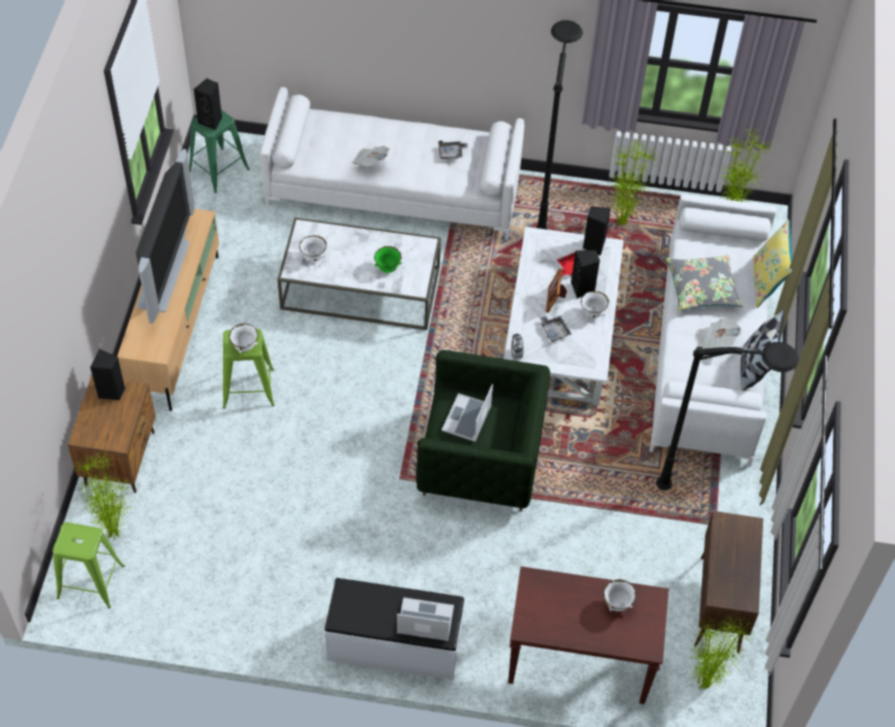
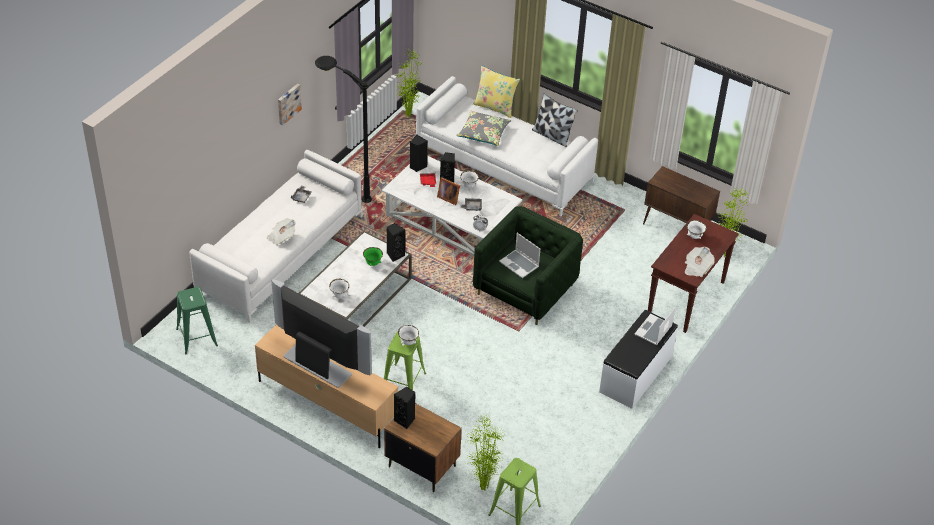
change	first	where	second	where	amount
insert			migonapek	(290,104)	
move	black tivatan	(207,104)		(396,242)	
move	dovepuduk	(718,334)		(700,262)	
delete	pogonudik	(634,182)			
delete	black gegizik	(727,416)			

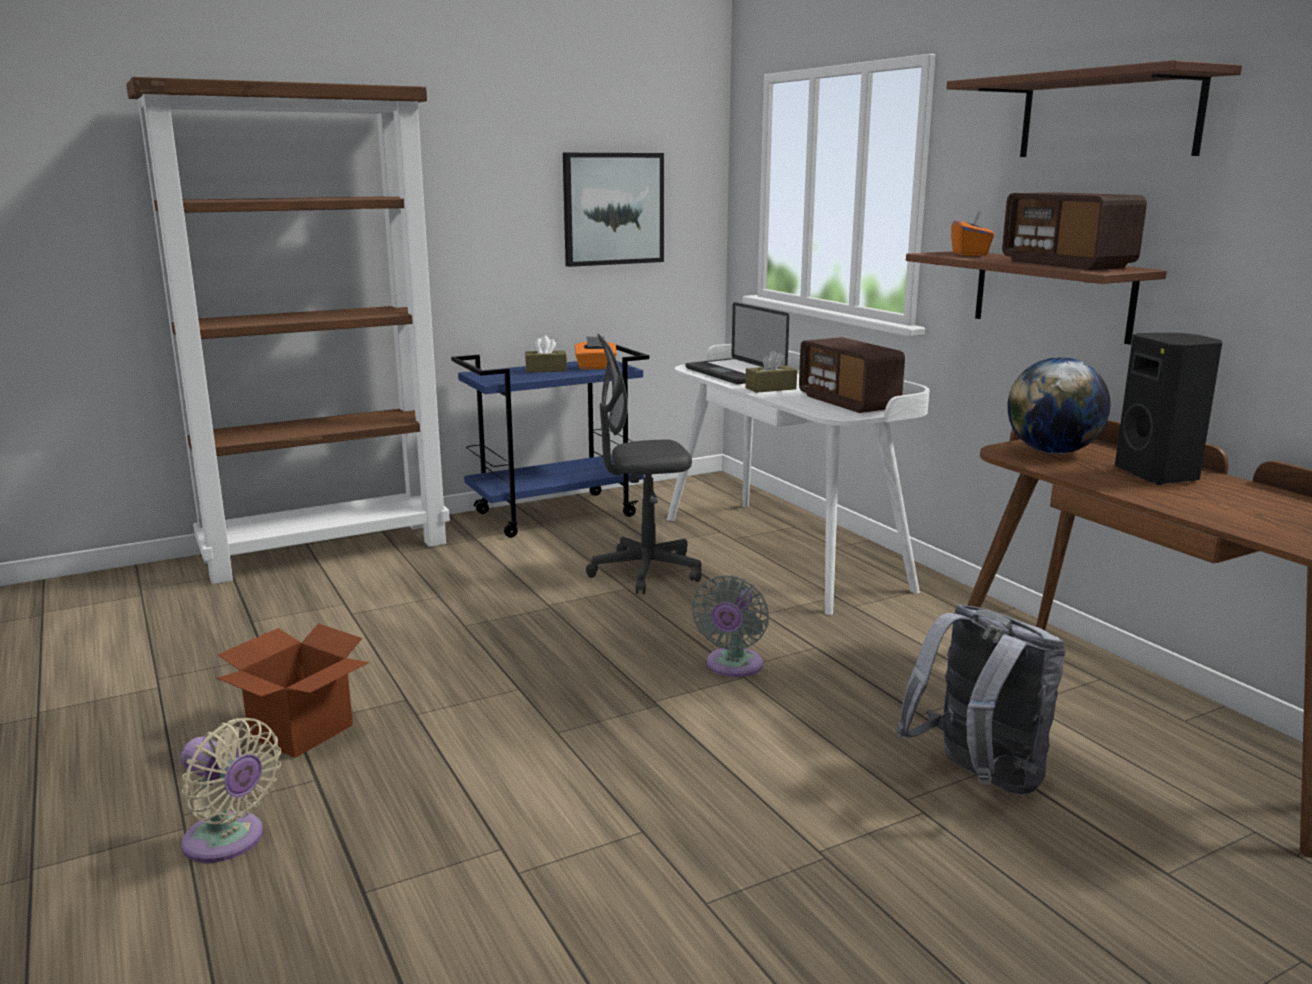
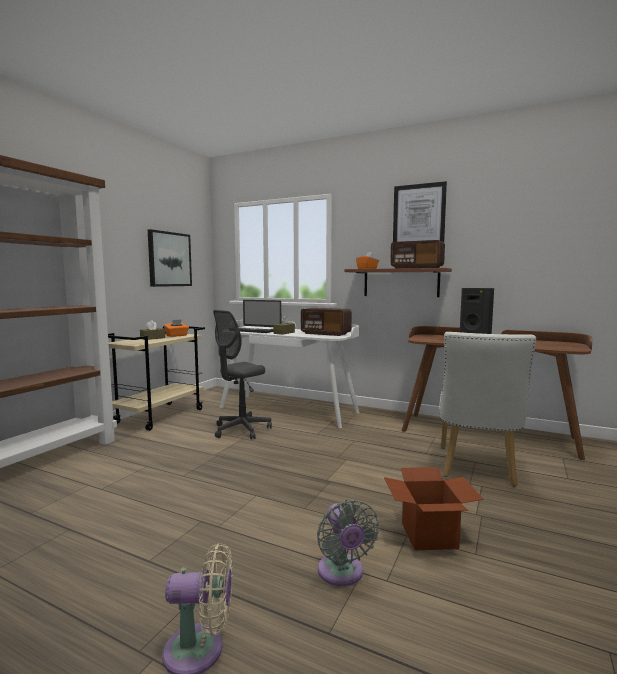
change	first	where	second	where	amount
recolor	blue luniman	(550,441)	beige luniman	(156,378)	
move	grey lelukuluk	(730,626)		(348,543)	
move	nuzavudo	(292,690)		(434,508)	
replace	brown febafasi	(1094,108)	migonapek	(420,211)	
replace	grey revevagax	(981,699)	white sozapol	(488,409)	
delete	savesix	(1059,405)			

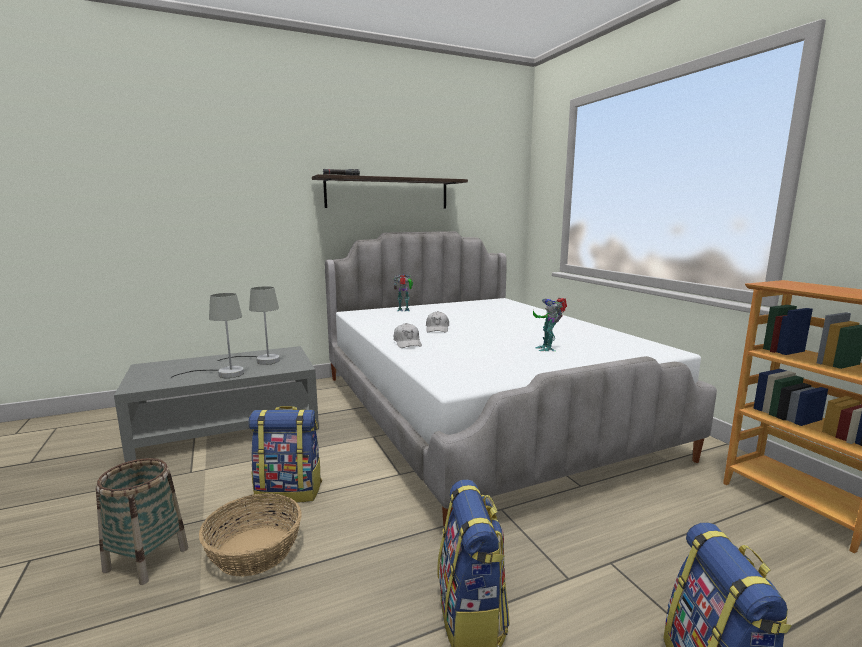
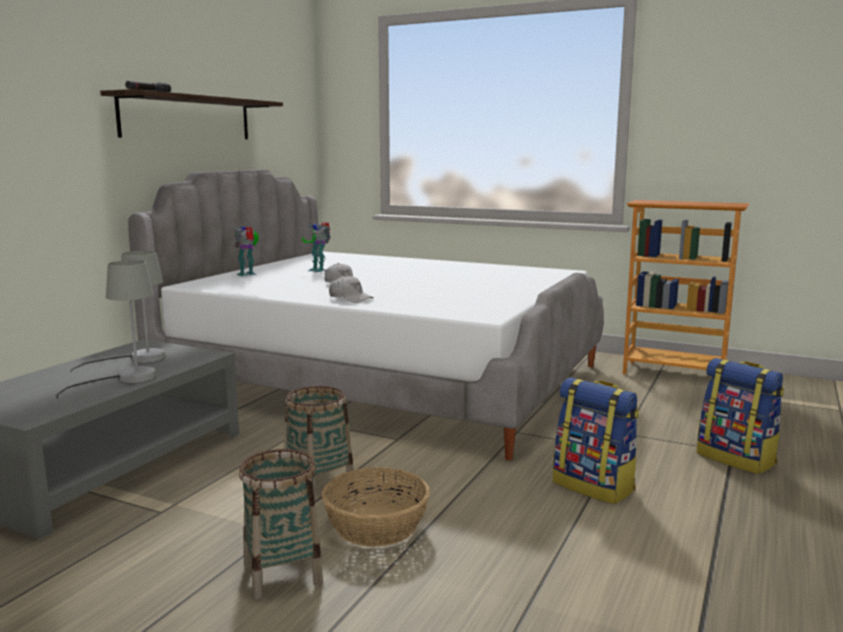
change	first	where	second	where	amount
replace	revevagax	(285,454)	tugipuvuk	(319,443)	
move	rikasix	(550,324)		(316,247)	

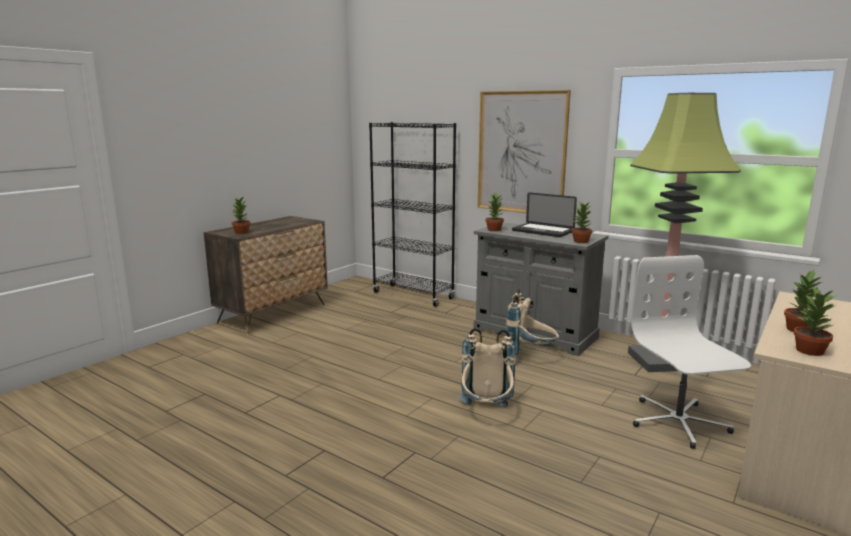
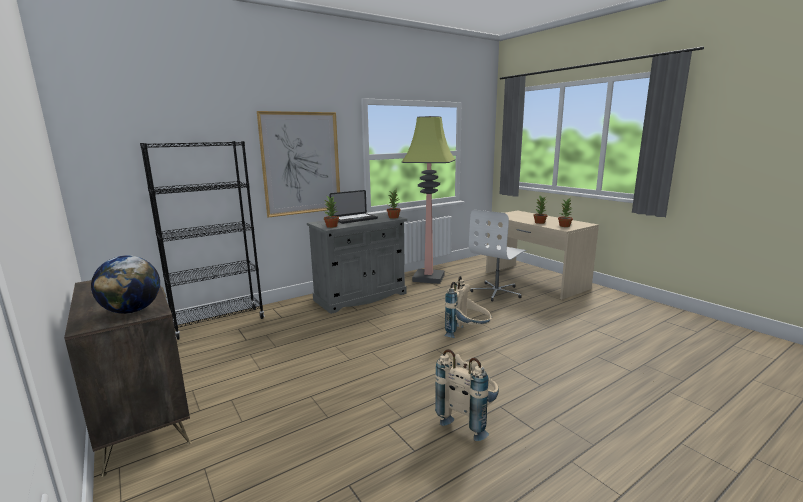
change	first	where	second	where	amount
replace	pogonudik	(241,215)	savesix	(125,284)	
move	beige revevagax	(532,325)		(467,395)	
rotate	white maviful	(691,352)		(497,255)	60 degrees counterclockwise

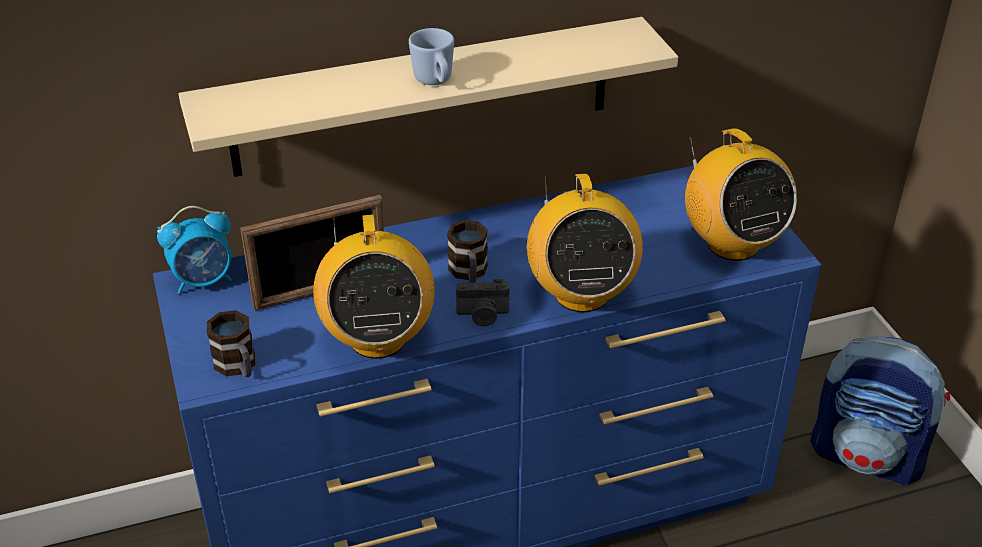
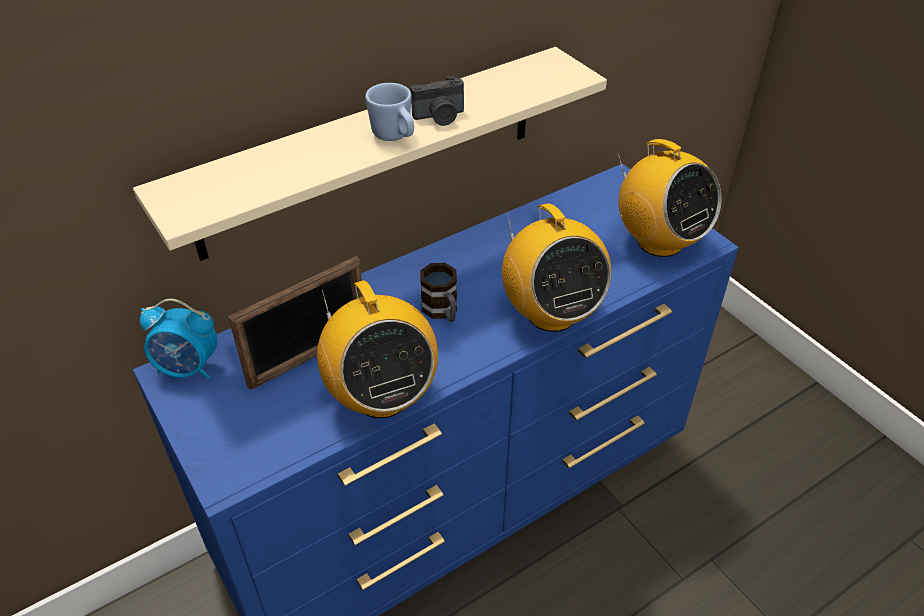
change	first	where	second	where	amount
rotate	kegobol	(194,250)		(178,339)	45 degrees clockwise
move	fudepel	(483,303)		(437,101)	
delete	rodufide	(231,343)			
delete	revevagax	(880,411)			

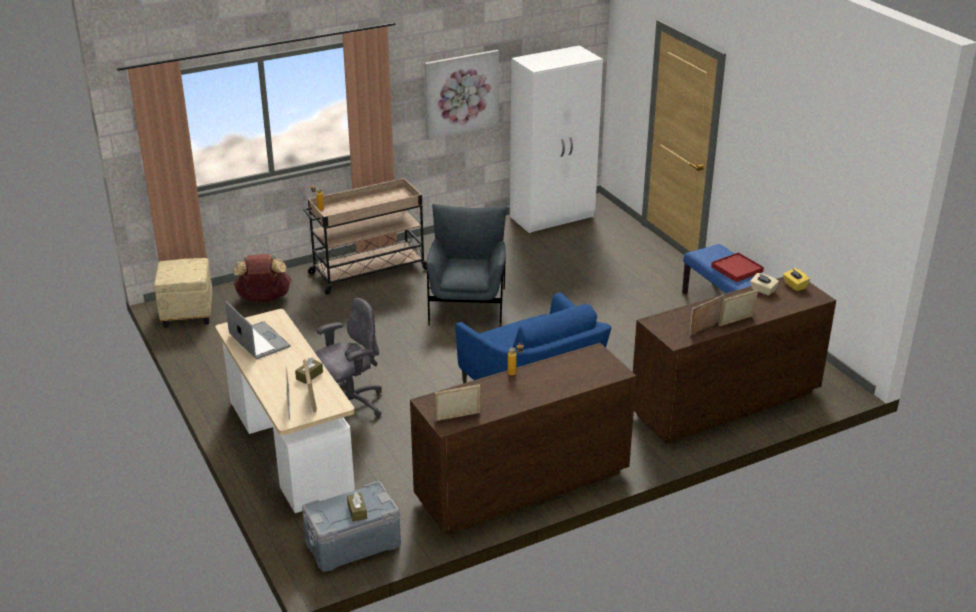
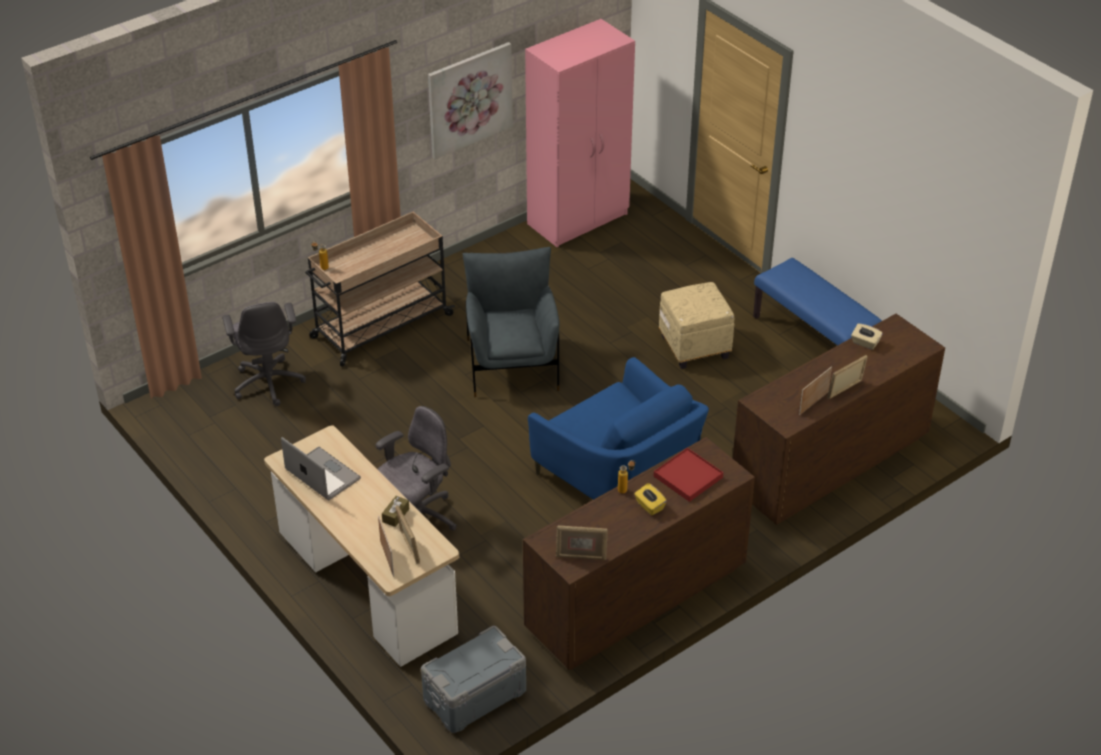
change	first	where	second	where	amount
replace	brown revevagax	(262,278)	grey maviful	(264,354)	
recolor	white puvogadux	(556,139)	pink puvogadux	(580,133)	
rotate	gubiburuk	(457,402)		(582,542)	150 degrees counterclockwise
move	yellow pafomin	(796,279)		(650,499)	
move	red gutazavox	(737,267)		(688,475)	
move	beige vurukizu	(183,293)		(697,325)	
delete	brown pafomin	(357,507)			

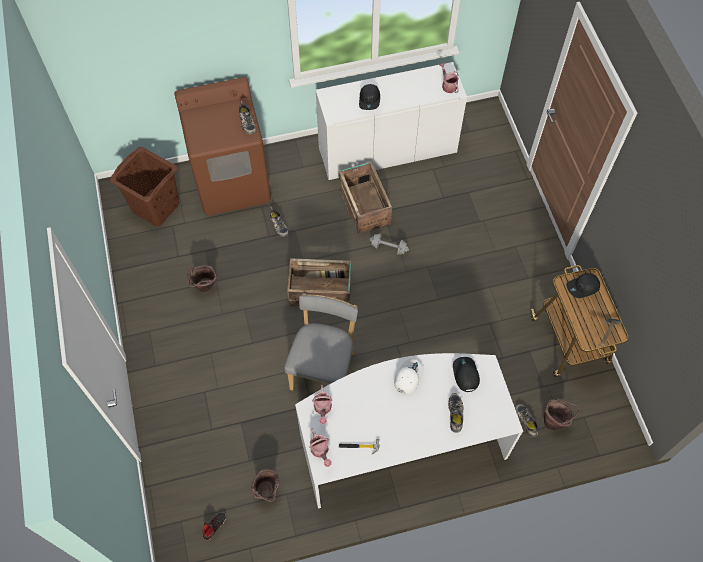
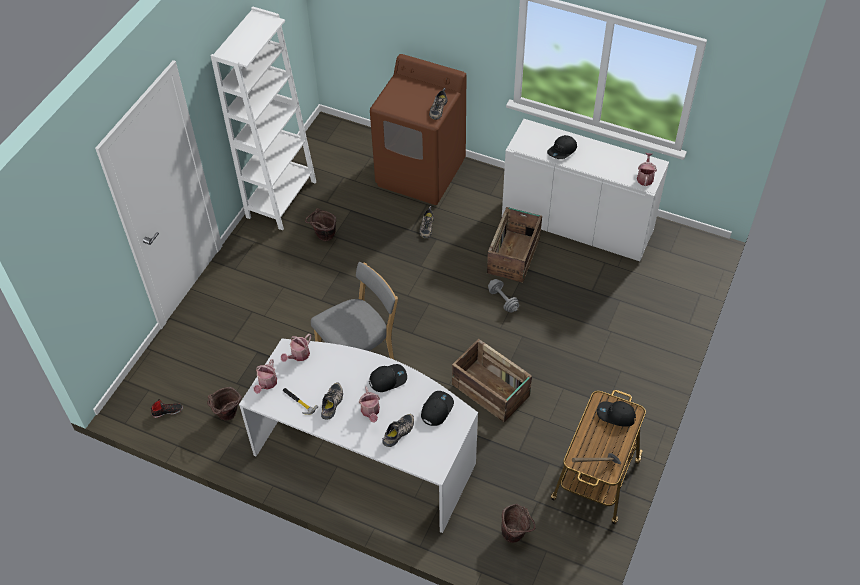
change	first	where	second	where	amount
insert			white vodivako	(263,118)	
move	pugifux	(526,421)		(332,401)	
insert			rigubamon	(369,404)	
recolor	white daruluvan	(409,376)	black daruluvan	(388,378)	
move	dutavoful	(319,282)		(492,380)	
delete	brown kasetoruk	(144,186)			

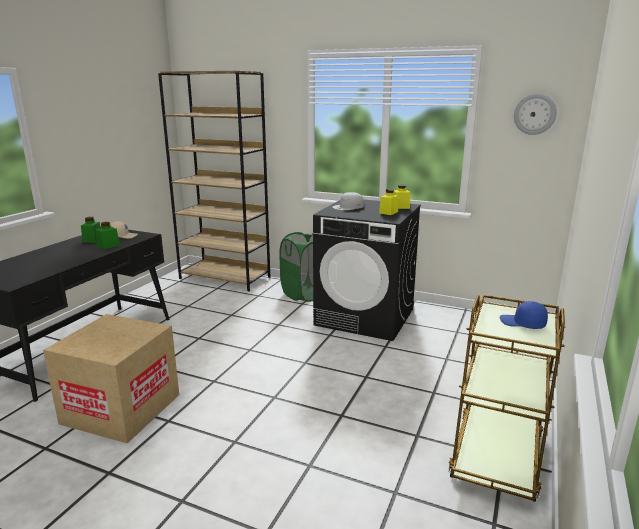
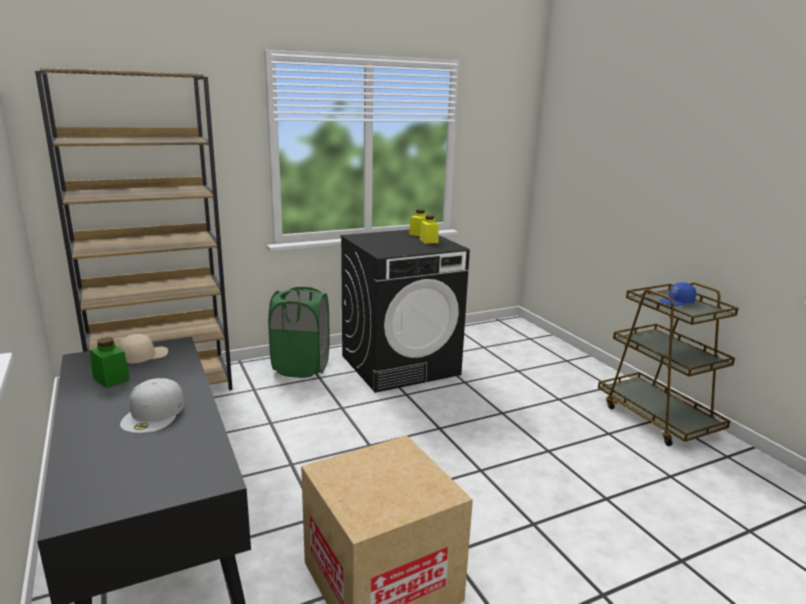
change	first	where	second	where	amount
move	white daruluvan	(348,201)		(152,405)	
delete	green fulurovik	(108,235)			
delete	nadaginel	(535,114)			

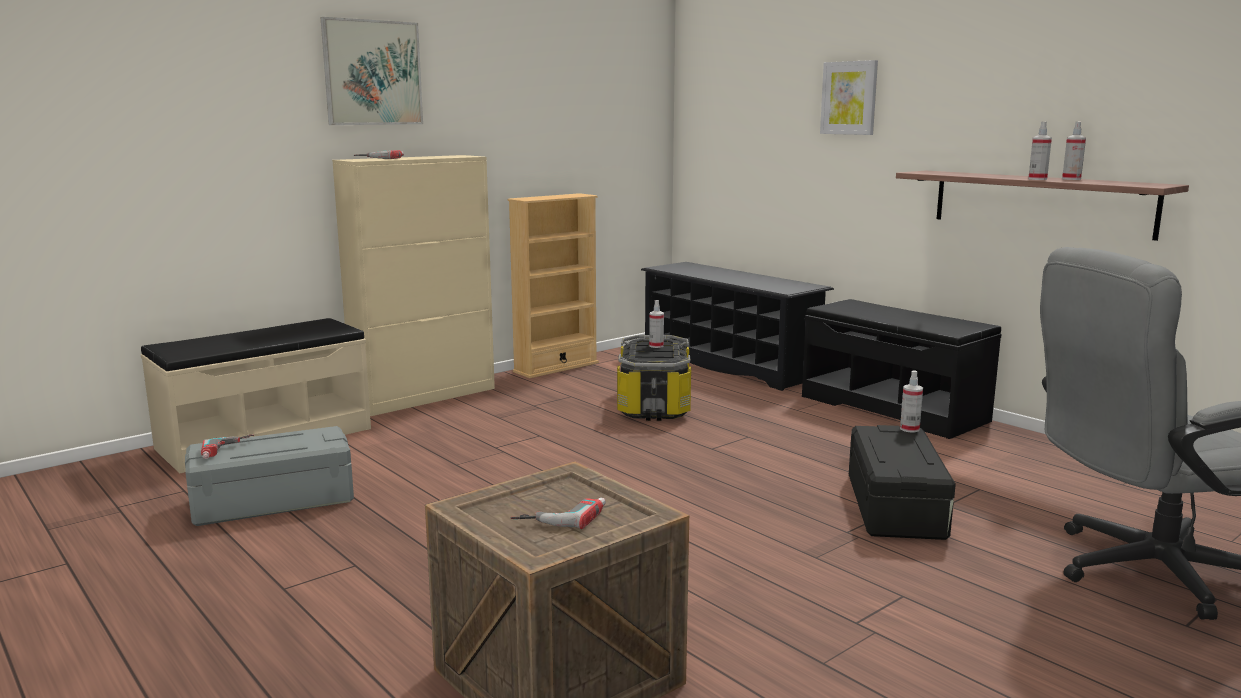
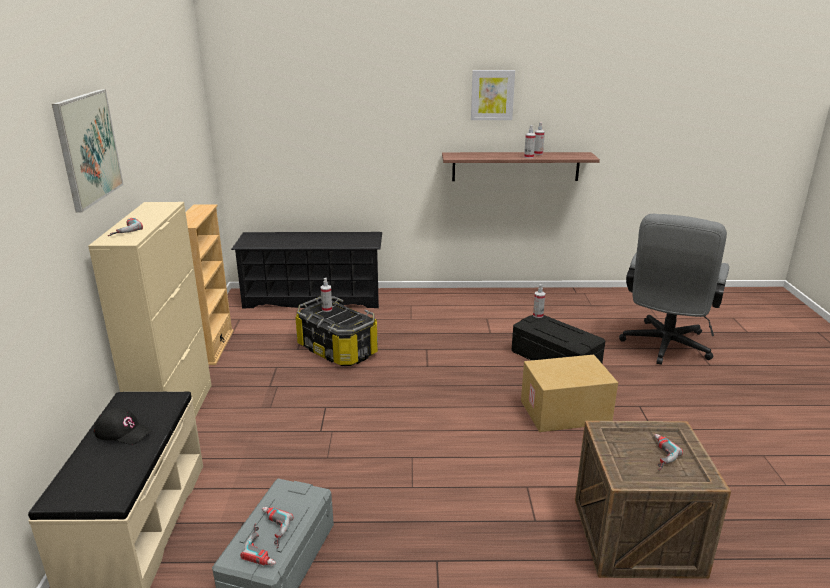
change	first	where	second	where	amount
insert			black daruluvan	(122,426)	
insert			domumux	(277,527)	
move	migonapek	(849,97)		(493,95)	
insert			nuzavudo	(569,393)	
delete	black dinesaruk	(902,369)			

